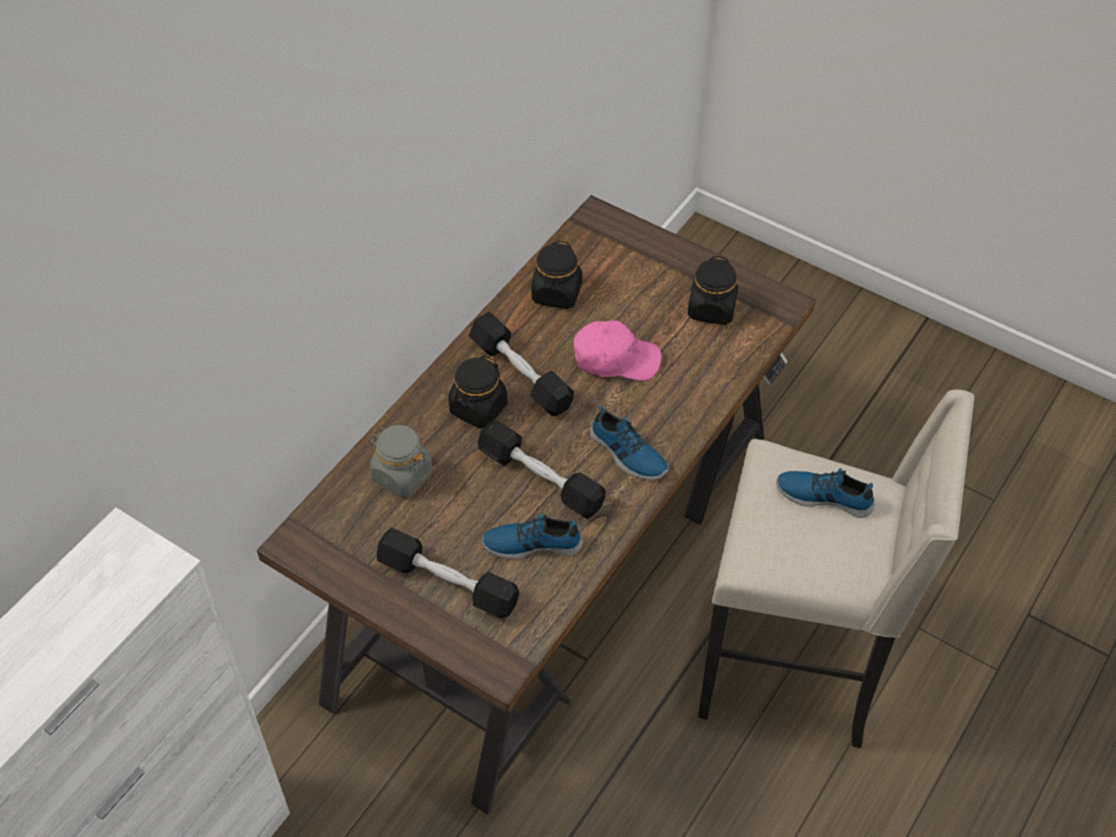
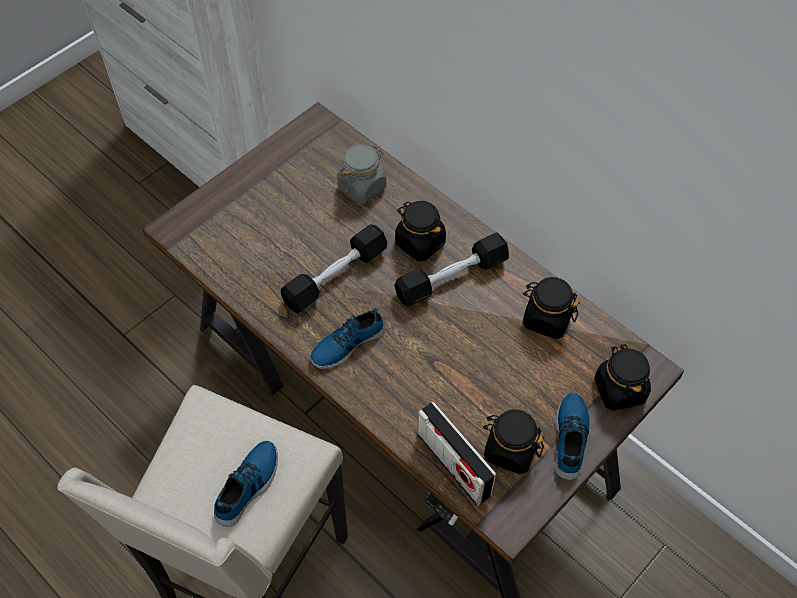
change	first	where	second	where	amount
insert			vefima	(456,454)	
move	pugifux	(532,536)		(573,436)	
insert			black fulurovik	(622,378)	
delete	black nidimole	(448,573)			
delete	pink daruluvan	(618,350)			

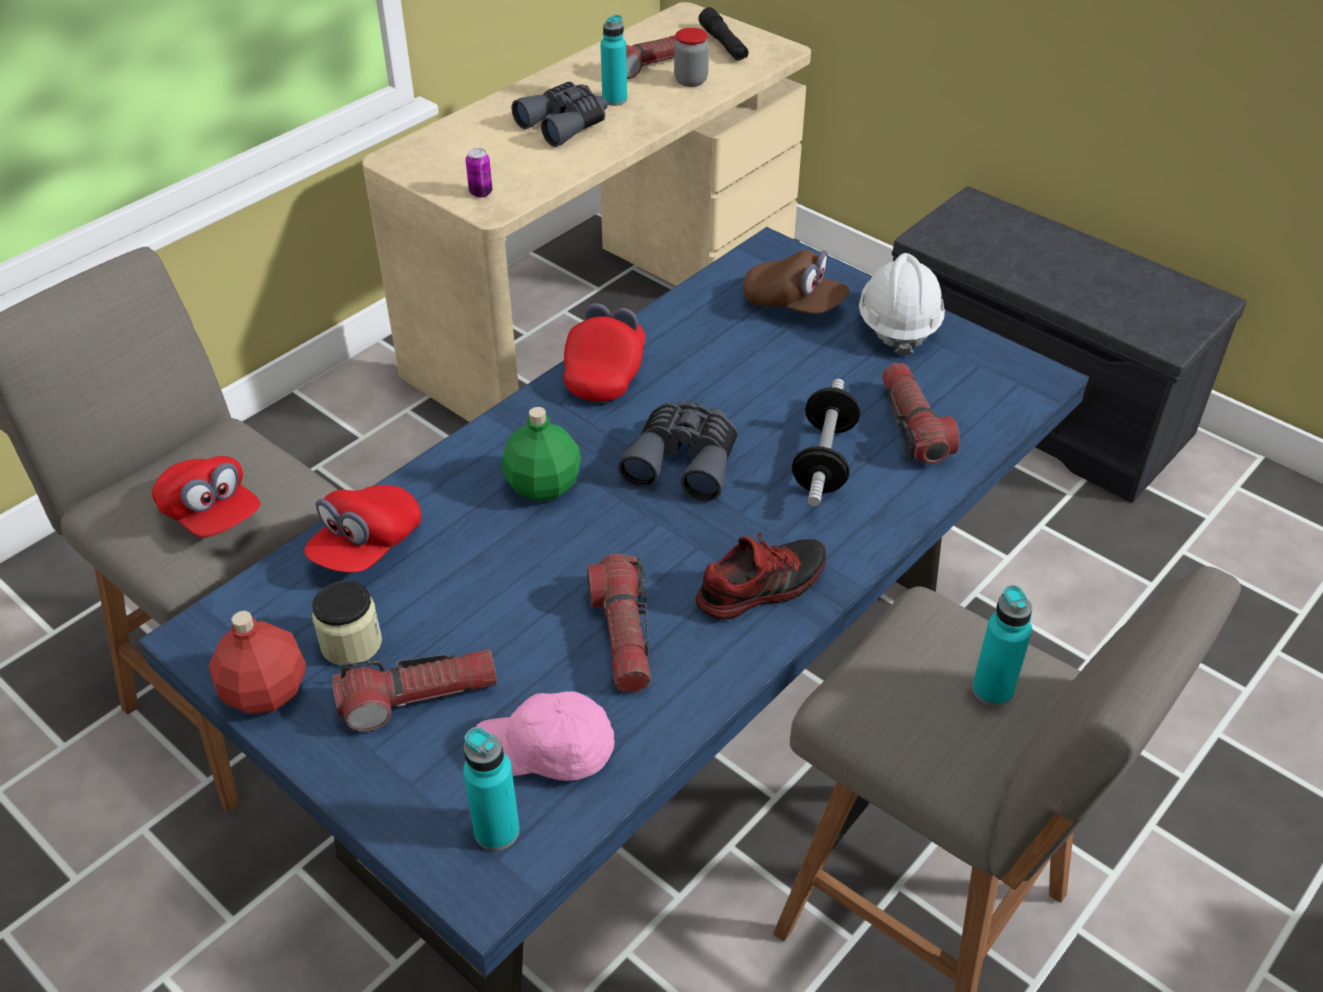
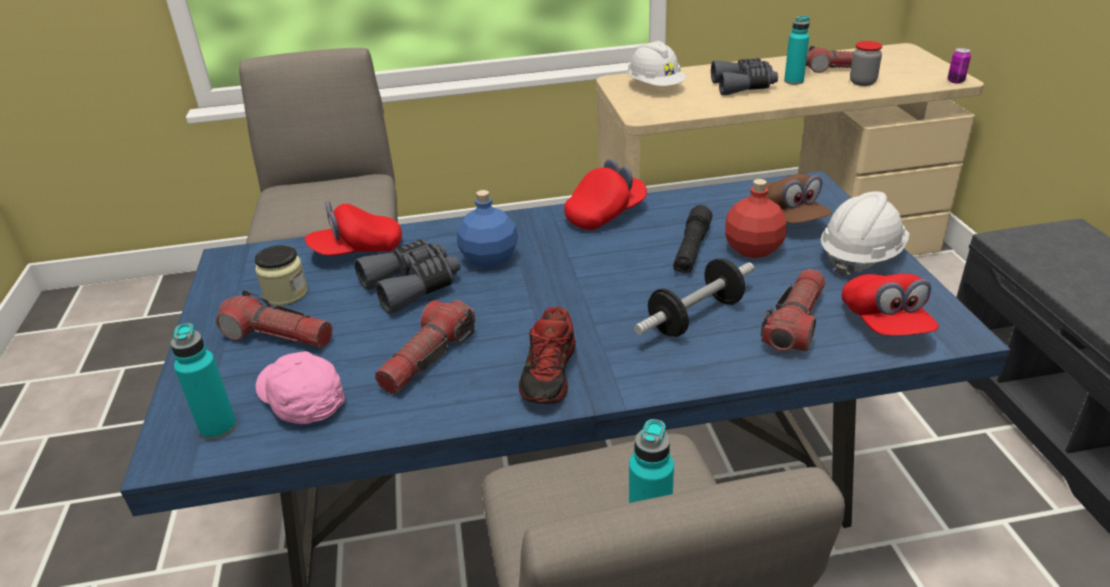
change	first	where	second	where	amount
move	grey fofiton	(678,451)		(407,277)	
recolor	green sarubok	(541,454)	blue sarubok	(487,229)	
rotate	pugifux	(761,576)		(547,355)	90 degrees clockwise
insert			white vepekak	(656,63)	
move	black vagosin	(724,34)		(692,239)	
move	red sarubok	(257,662)		(755,218)	
move	red daruluvan	(206,496)		(890,305)	
move	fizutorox	(478,173)		(959,66)	

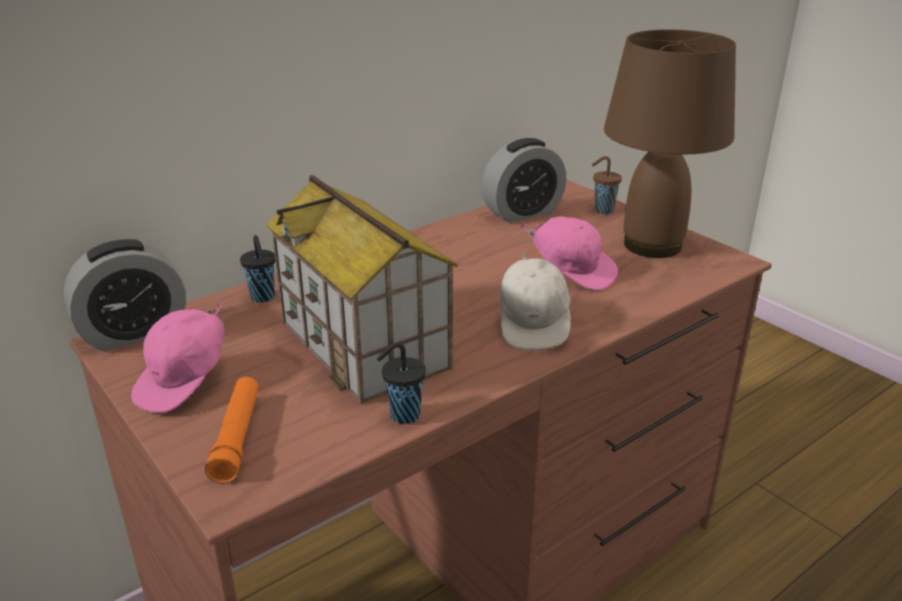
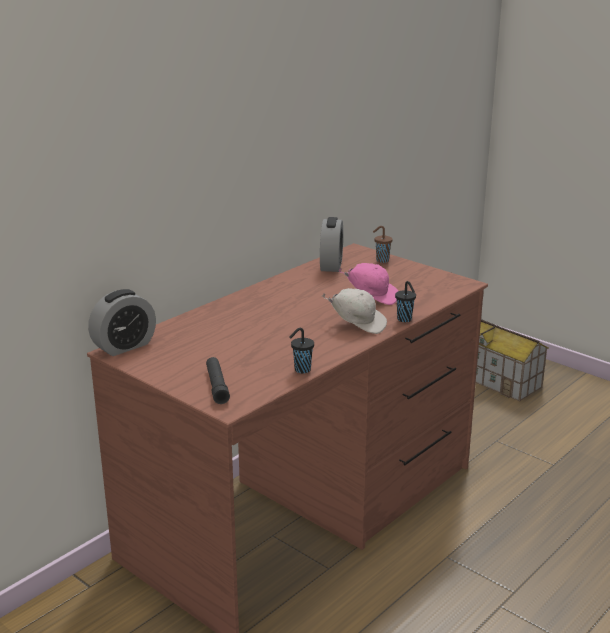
change	first	where	second	where	amount
recolor	orange vagosin	(232,430)	black vagosin	(218,380)	
rotate	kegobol	(524,180)		(331,244)	45 degrees counterclockwise
rotate	white daruluvan	(535,301)		(354,311)	60 degrees counterclockwise
move	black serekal	(257,269)		(405,301)	
move	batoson	(362,289)		(512,360)	
delete	pink daruluvan	(177,356)			
delete	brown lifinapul	(670,143)			

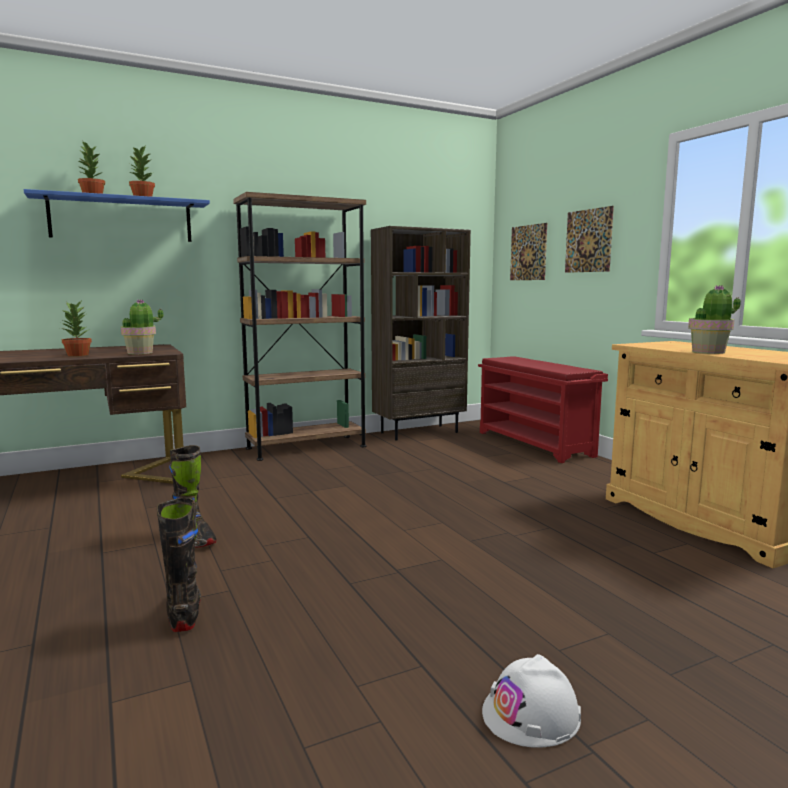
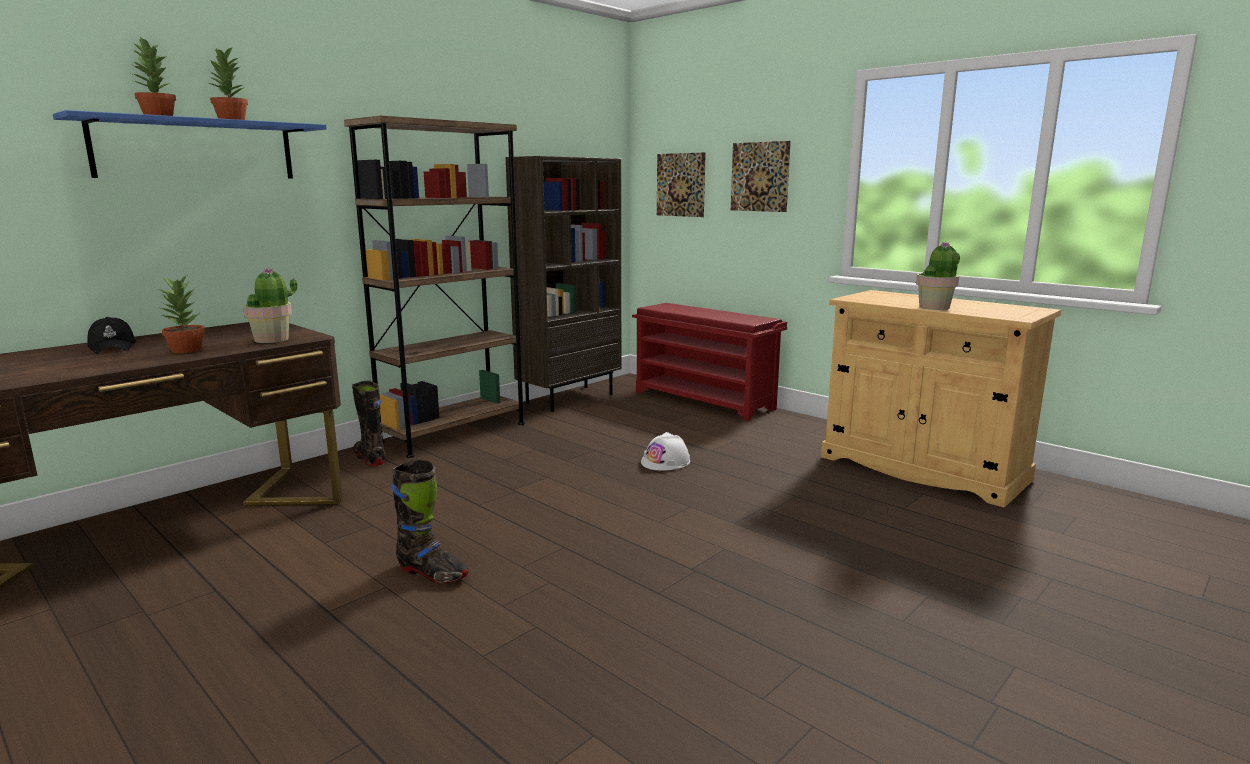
change	first	where	second	where	amount
insert			black daruluvan	(111,335)	
move	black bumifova	(178,564)		(369,423)	
move	white vepekak	(531,701)		(665,451)	

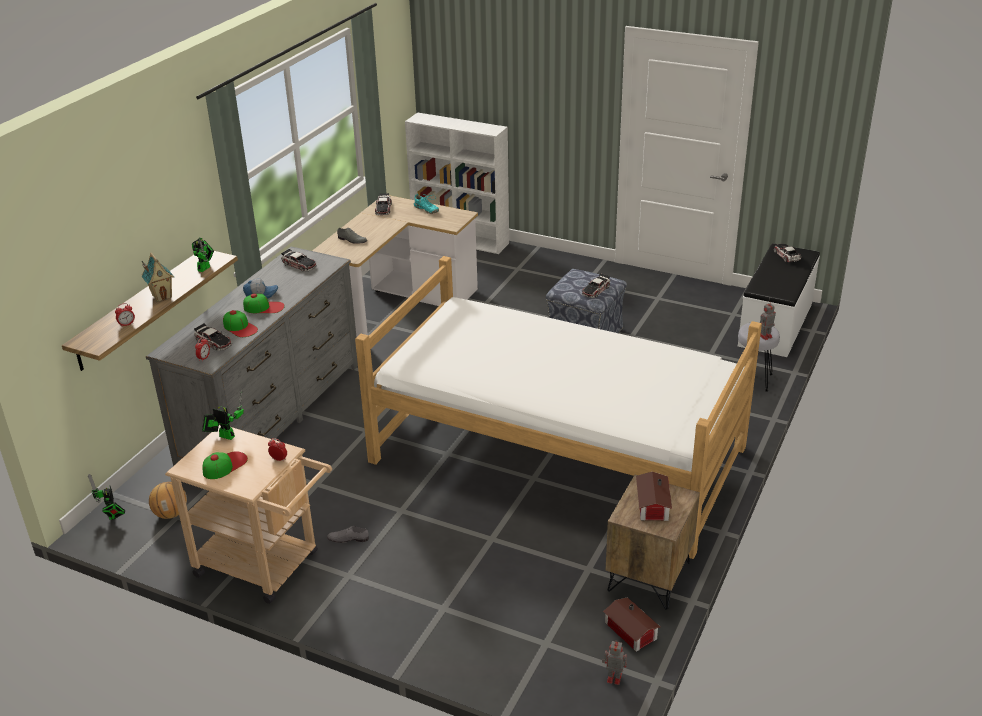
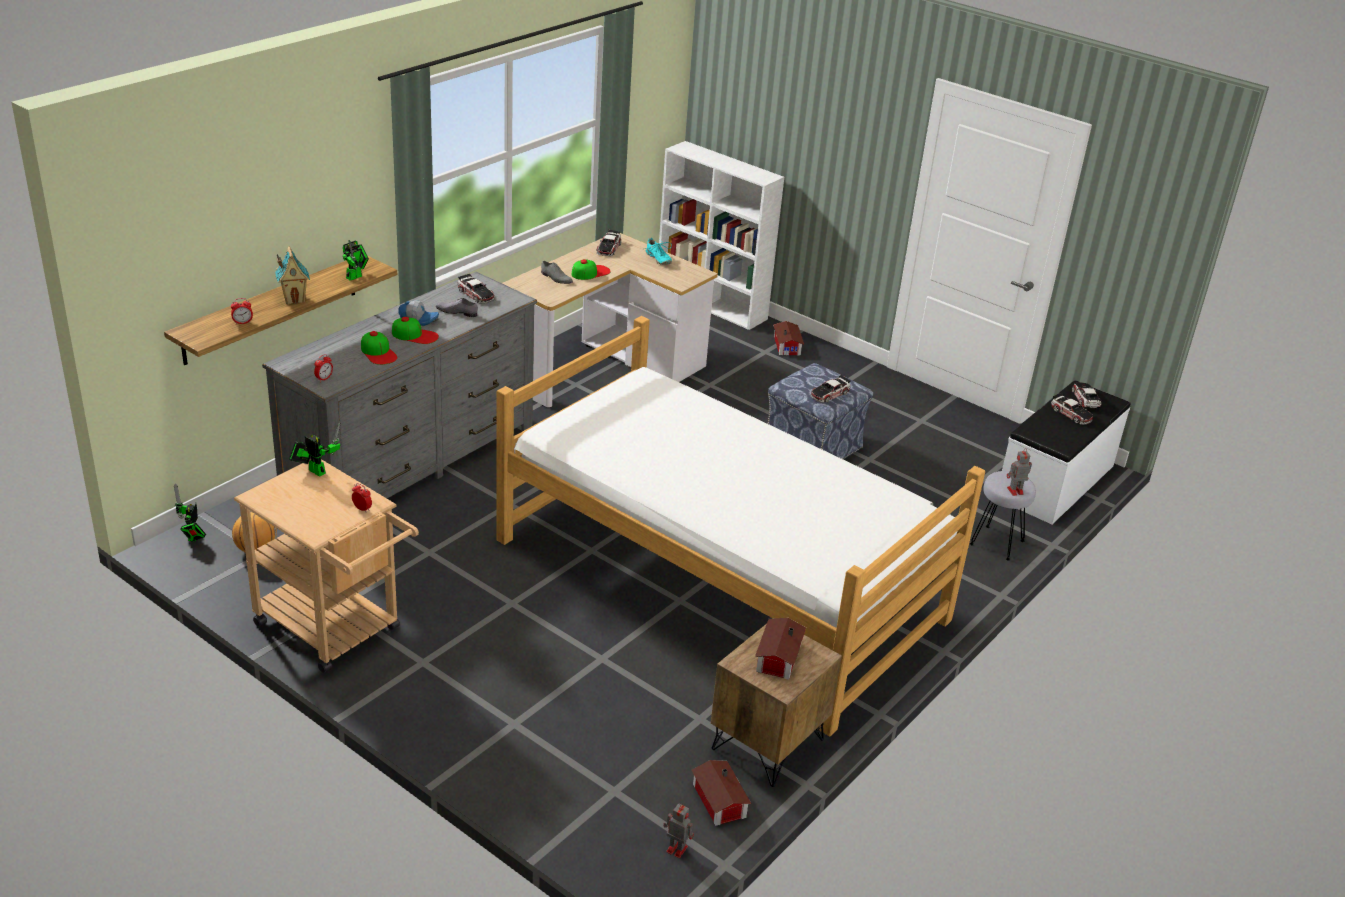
change	first	where	second	where	amount
move	grey pugifux	(348,534)		(457,307)	
move	daruluvan	(225,465)		(591,269)	
insert			batoson	(788,338)	
move	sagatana	(213,337)		(1072,408)	

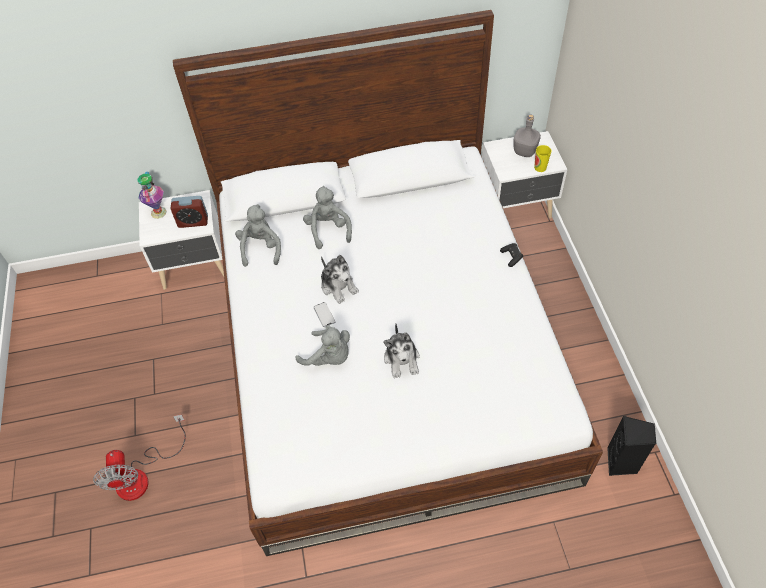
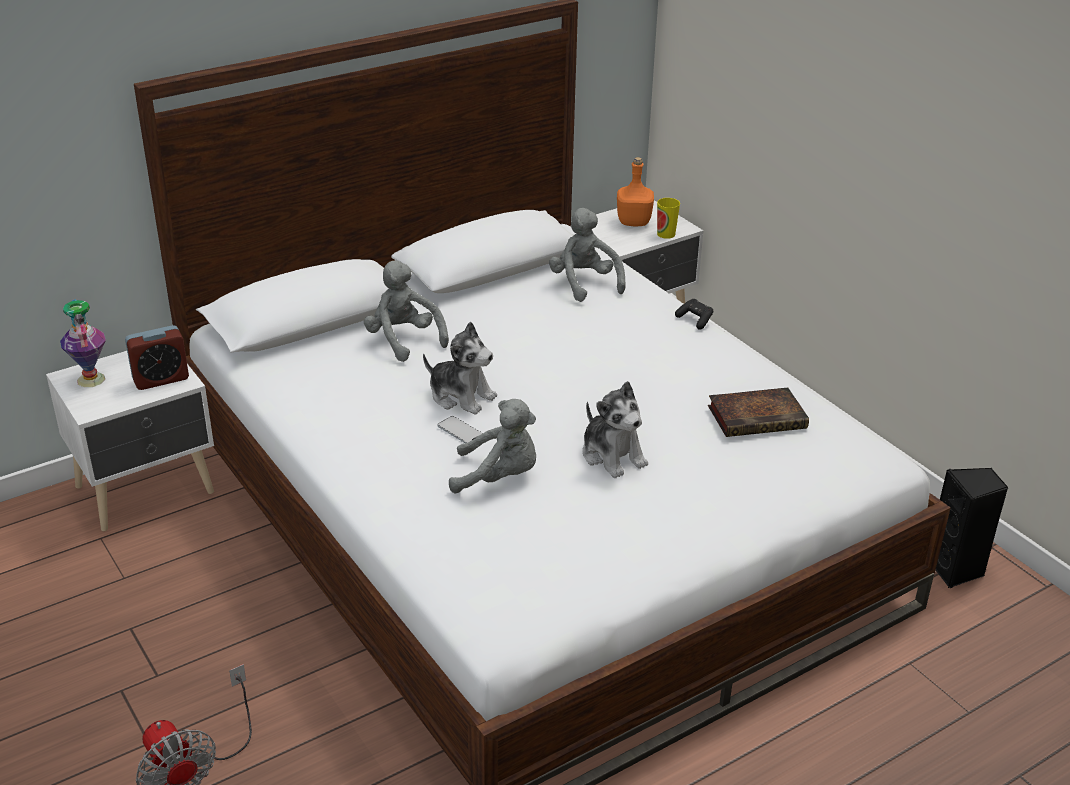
change	first	where	second	where	amount
move	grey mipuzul	(258,235)		(587,255)	
recolor	grey sarubok	(527,135)	orange sarubok	(635,191)	
insert			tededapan	(758,412)	

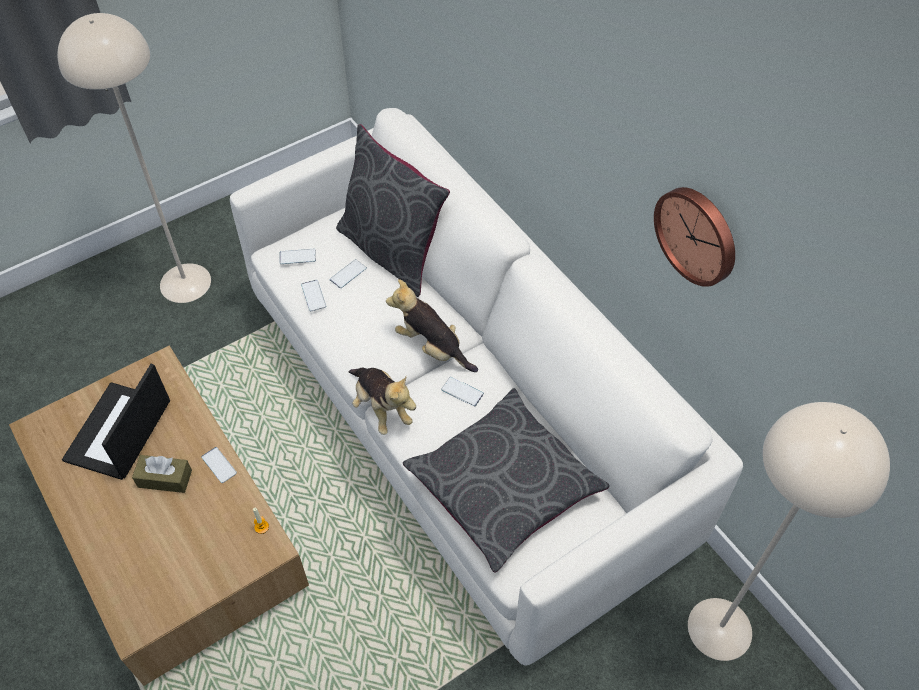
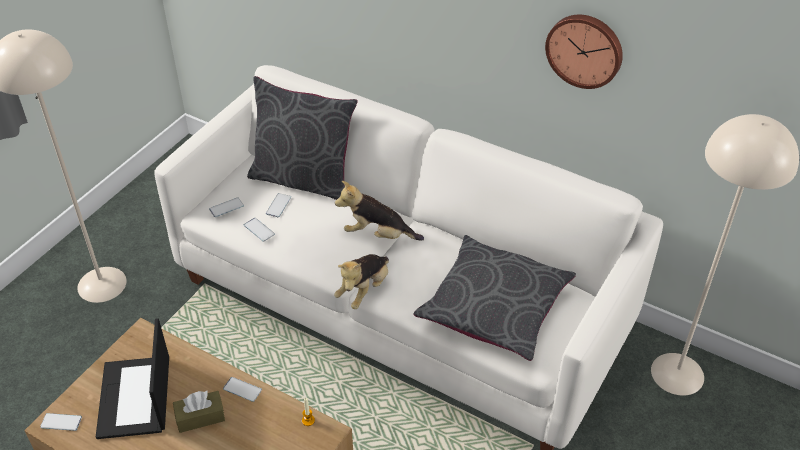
change	first	where	second	where	amount
move	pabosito	(462,391)		(61,422)	
rotate	mipuzul	(382,401)		(361,281)	90 degrees clockwise

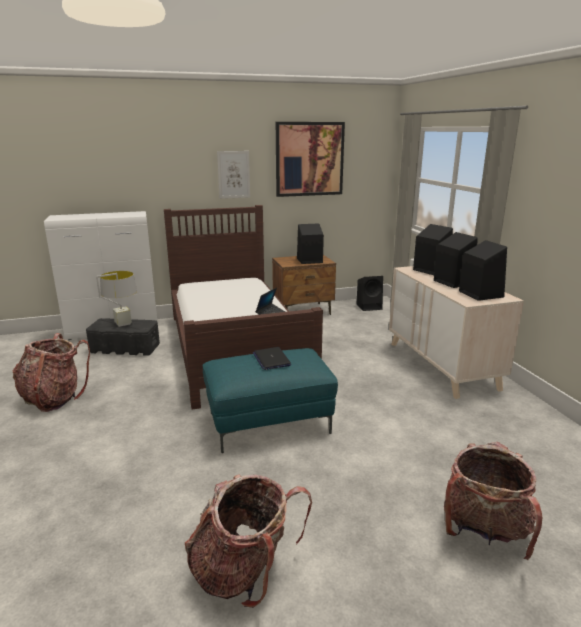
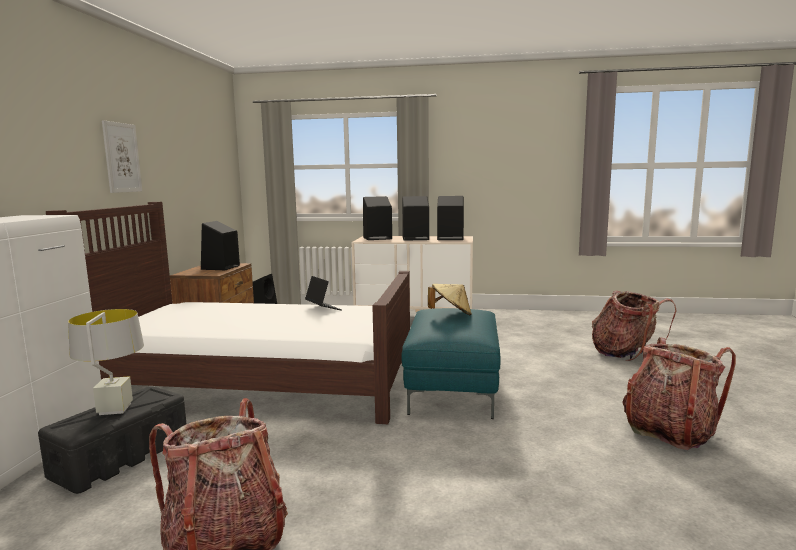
change	first	where	second	where	amount
replace	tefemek	(272,358)	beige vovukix	(450,300)	
delete	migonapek	(310,159)			

